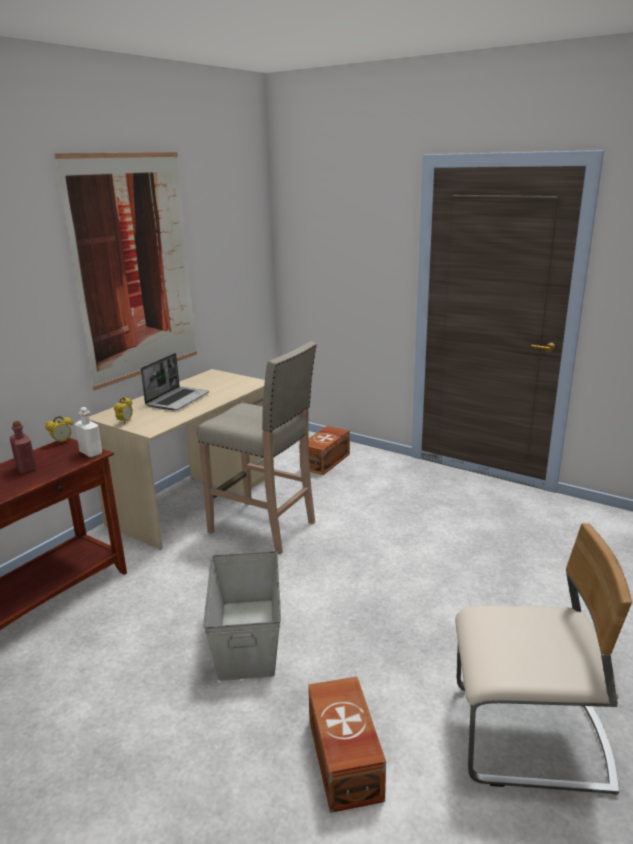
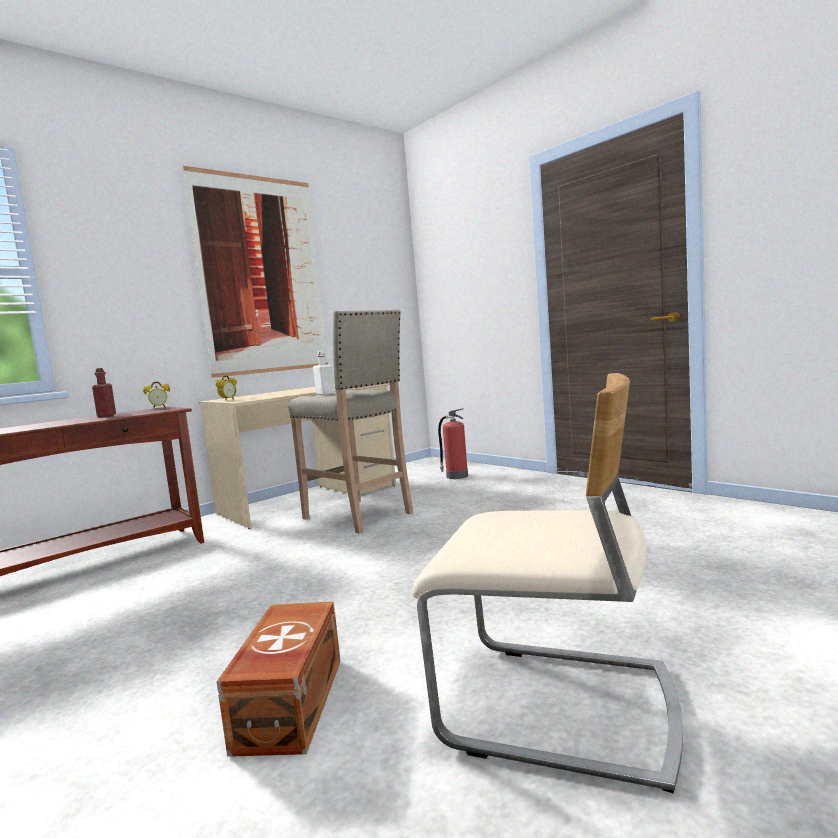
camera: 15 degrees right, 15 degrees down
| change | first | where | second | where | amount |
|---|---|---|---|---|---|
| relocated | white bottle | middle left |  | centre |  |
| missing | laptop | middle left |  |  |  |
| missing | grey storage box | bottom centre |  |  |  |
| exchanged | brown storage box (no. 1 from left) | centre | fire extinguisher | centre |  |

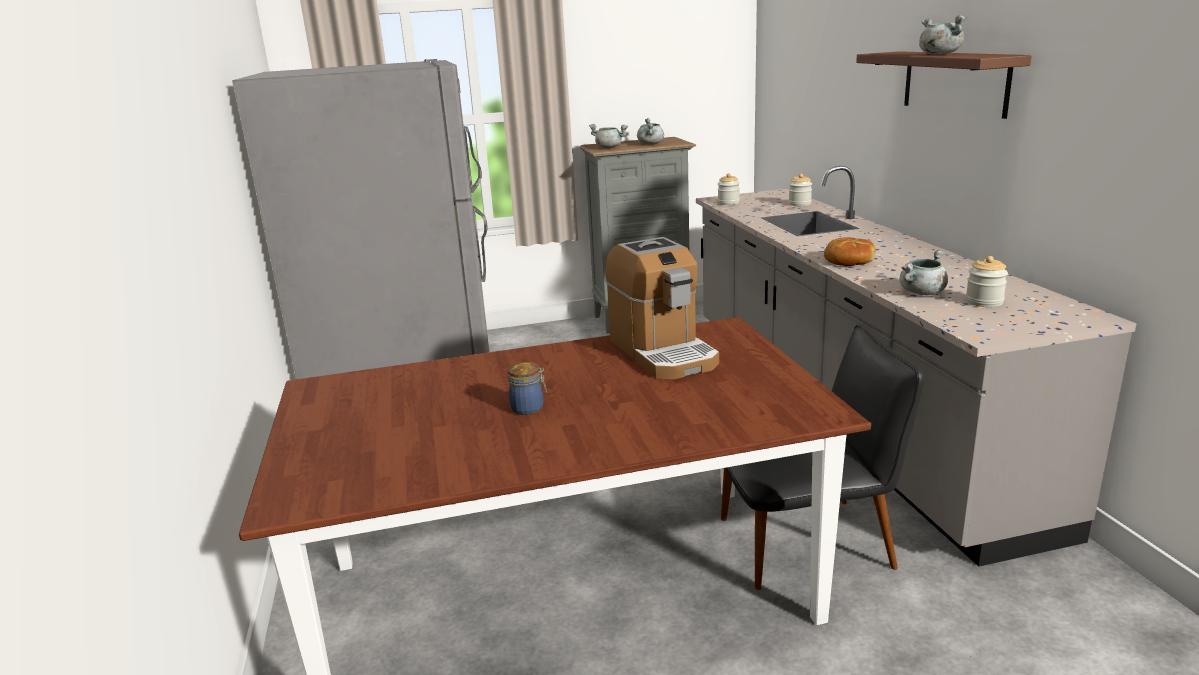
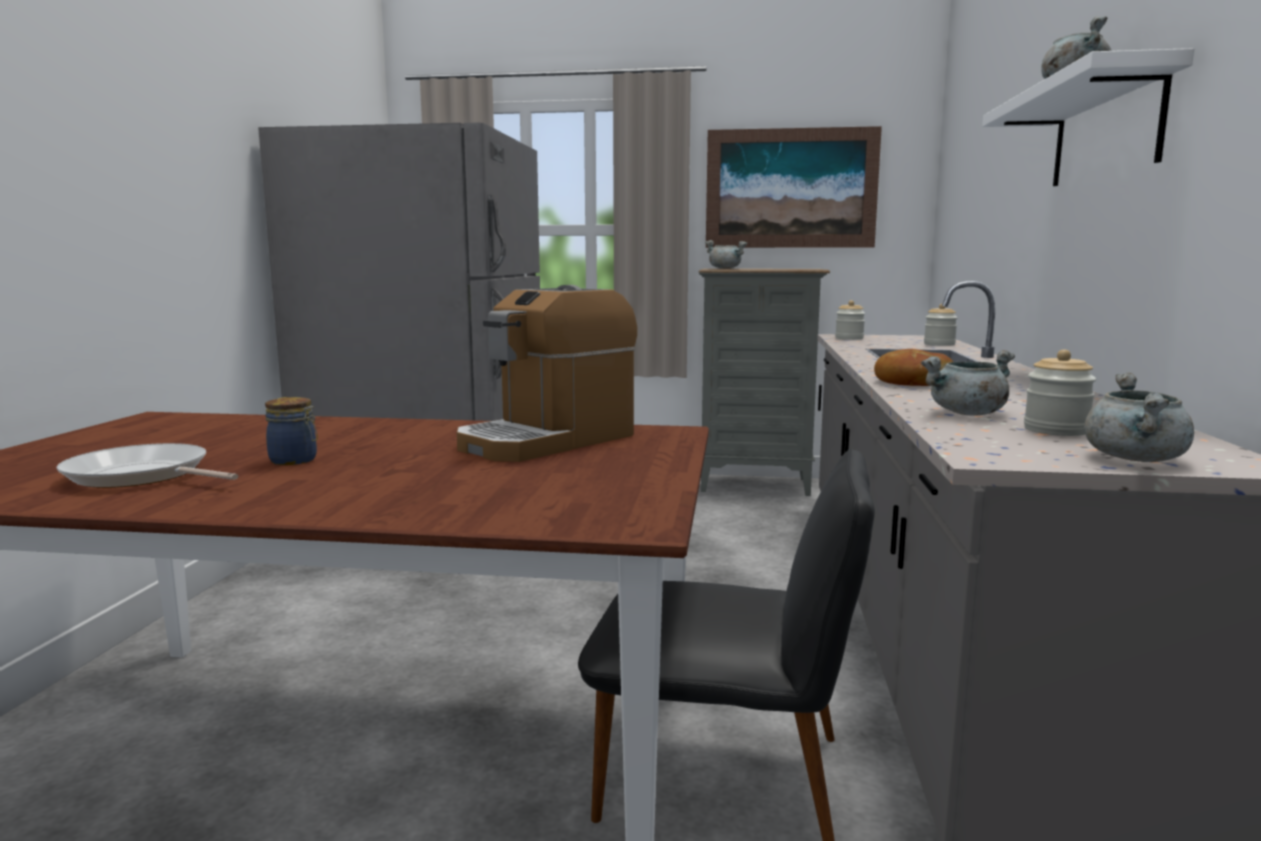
camera: 20 degrees right, 10 degrees down
| change | first | where | second | where | amount |
|---|---|---|---|---|---|
| spun | coffee machine | centre |  | centre | 45 degrees clockwise |
| relocated | grey cooking pot (no. 2 from left in the first image) | top centre | grey cooking pot (no. 4 from left) | middle right |  |
| colour | brown shelf | top right | white shelf | top right |  |
| appeared |  |  | frying pan | middle left |  |
| appeared |  |  | picture | top centre |  |

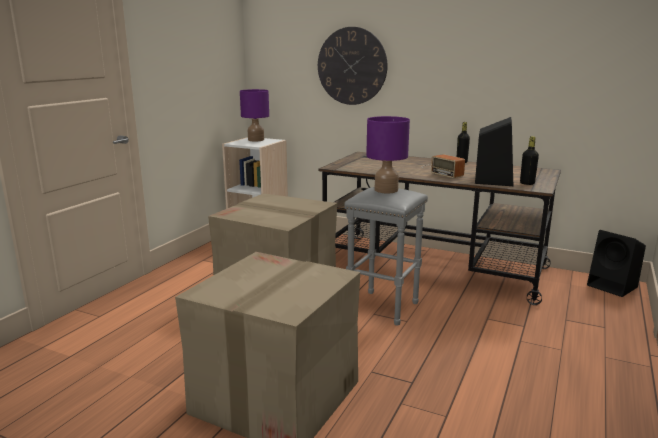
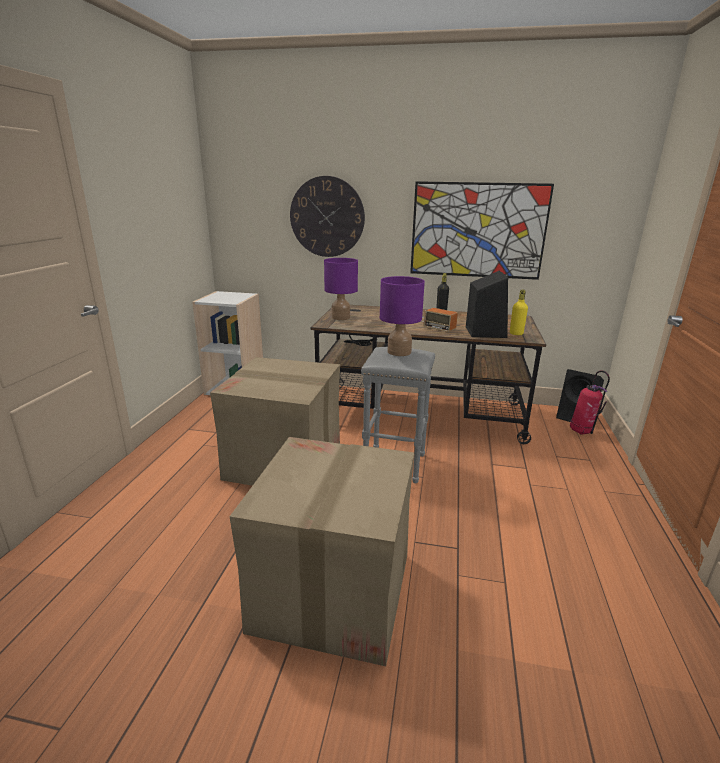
camera: 15 degrees left, 5 degrees up
| change | first | where | second | where | amount |
|---|---|---|---|---|---|
| relocated | purple table lamp (no. 1 from left) | top centre |  | centre |  |
| colour | black bottle (no. 2 from left) | middle right | yellow bottle | middle right |  |
| appeared |  |  | picture | top right |  |
| appeared |  |  | fire extinguisher | middle right |  |

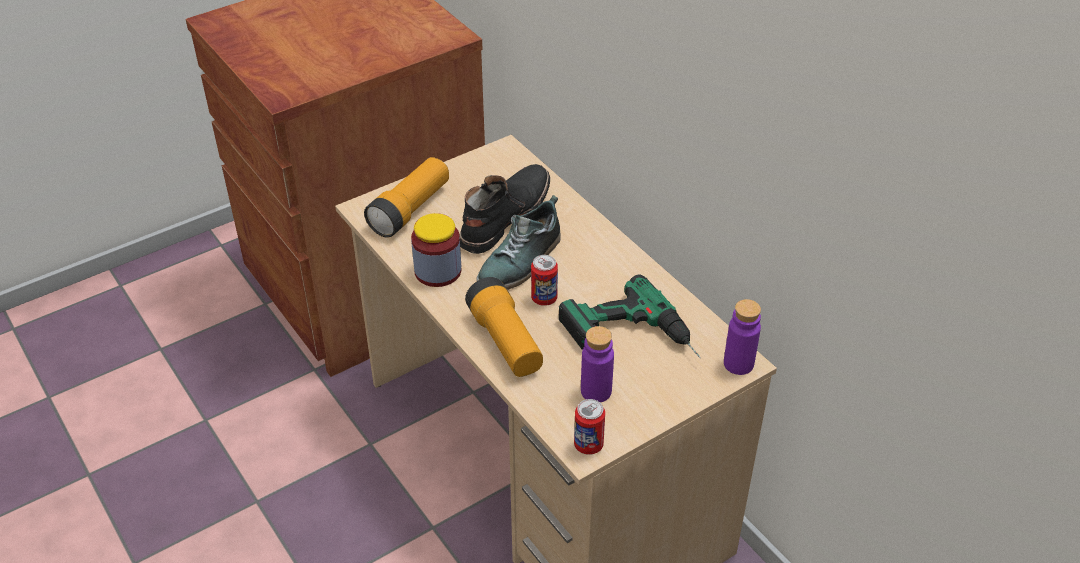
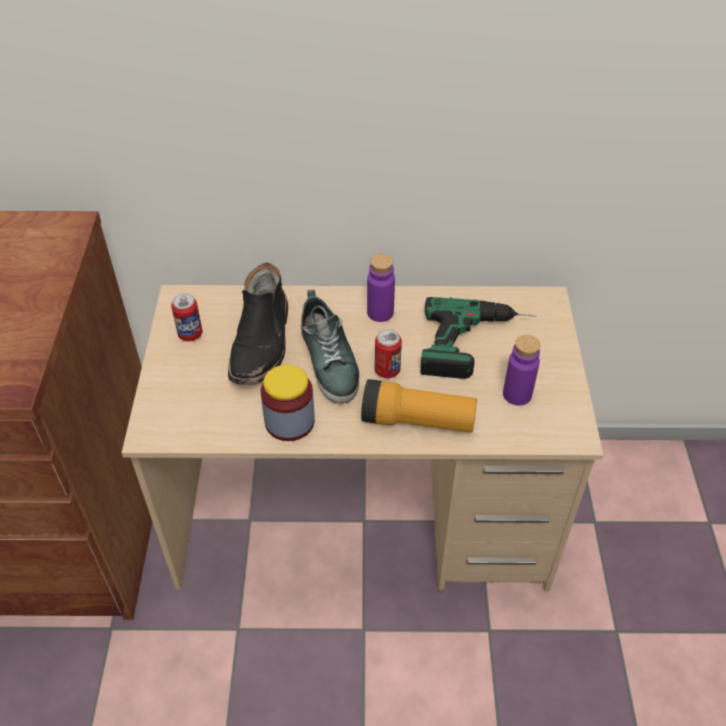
camera: 55 degrees left, 5 degrees up
| change | first | where | second | where | amount |
|---|---|---|---|---|---|
| missing | flashlight (no. 1 from left) | centre |  |  |  |
| spun | black boot | centre |  | centre | 150 degrees counterclockwise |
| relocated | can (no. 2 from left in the first image) | bottom centre | can (no. 1 from left) | middle left |  |
| relocated | purple bottle (no. 2 from left in the first image) | middle right | purple bottle (no. 1 from left) | centre |  |

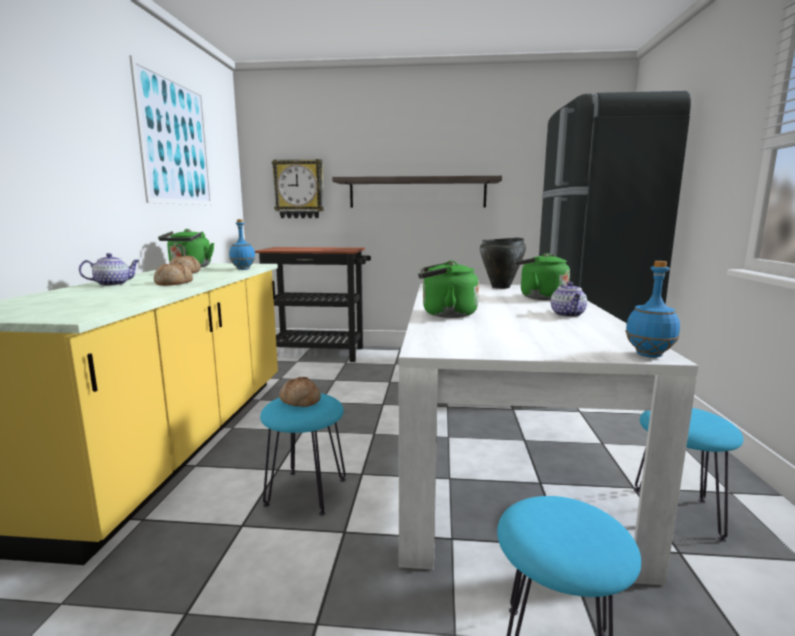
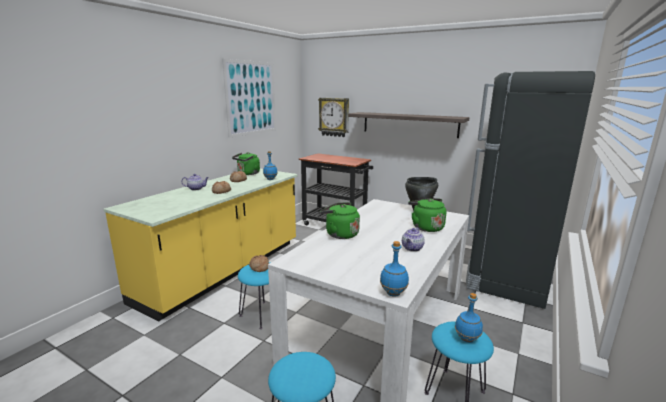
camera: 25 degrees right, 5 degrees up
| change | first | where | second | where | amount |
|---|---|---|---|---|---|
| appeared |  |  | blue bottle (no. 3 from left) | bottom right |  |

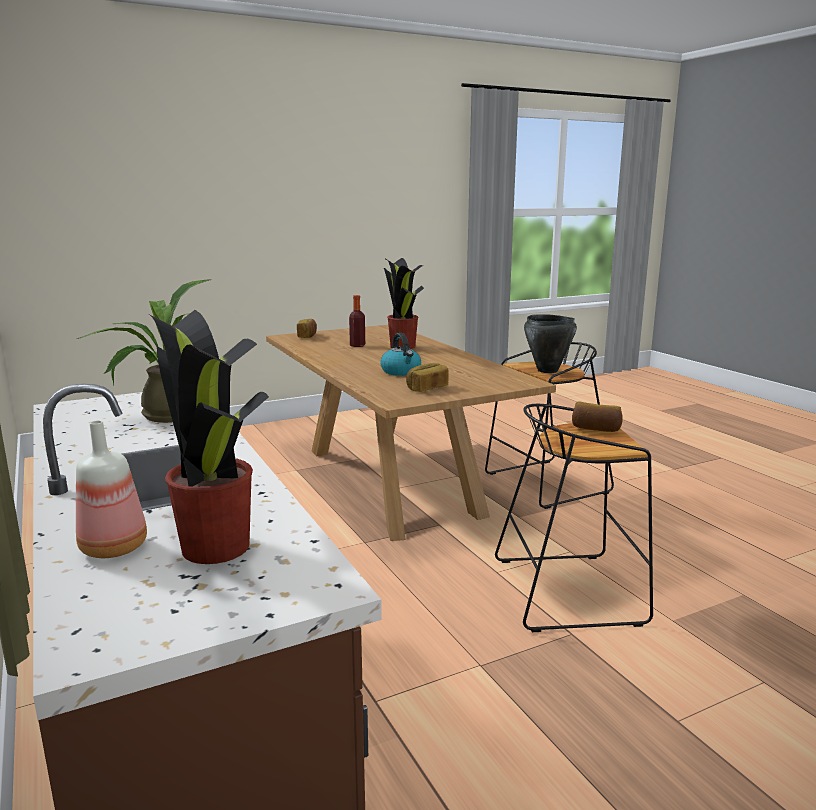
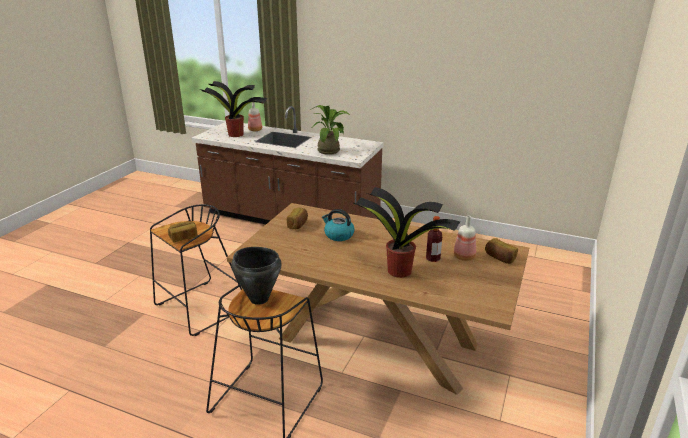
camera: 140 degrees right, 10 degrees up
| change | first | where | second | where | amount |
|---|---|---|---|---|---|
| appeared |  |  | bottle (no. 3 from left) | middle right |  |

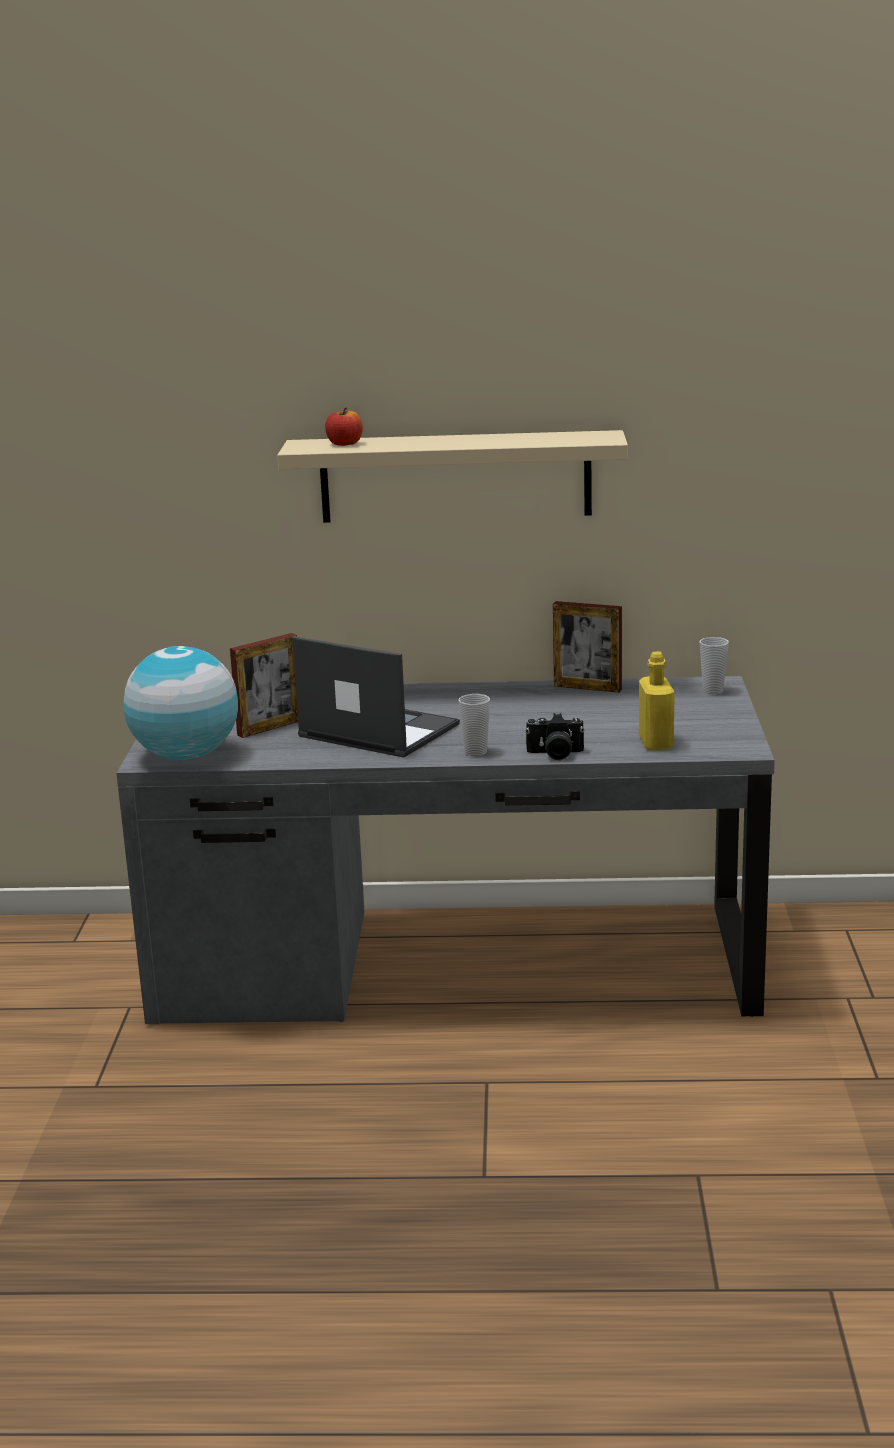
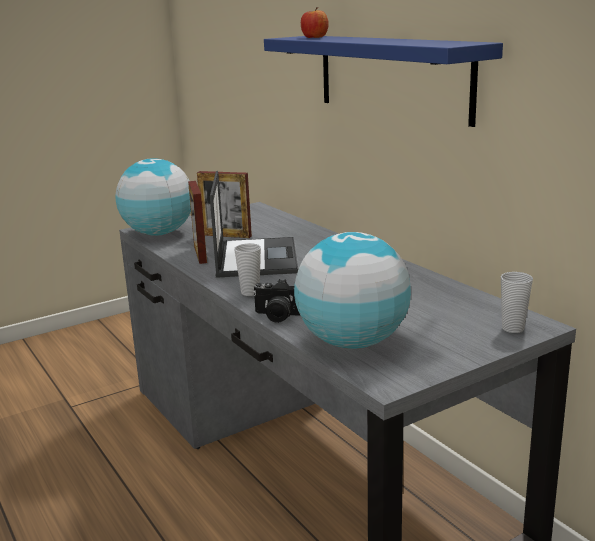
camera: 55 degrees right, 0 degrees up
| change | first | where | second | where | amount |
|---|---|---|---|---|---|
| colour | beige shelf | top centre | blue shelf | top centre |  |
| spun | photo camera | centre |  | centre | 45 degrees counterclockwise |
| relocated | picture frame (no. 2 from left in the first image) | centre | picture frame (no. 1 from left) | middle left |  |
| exchanged | yellow bottle | middle right | globe (no. 2 from left) | centre |  |

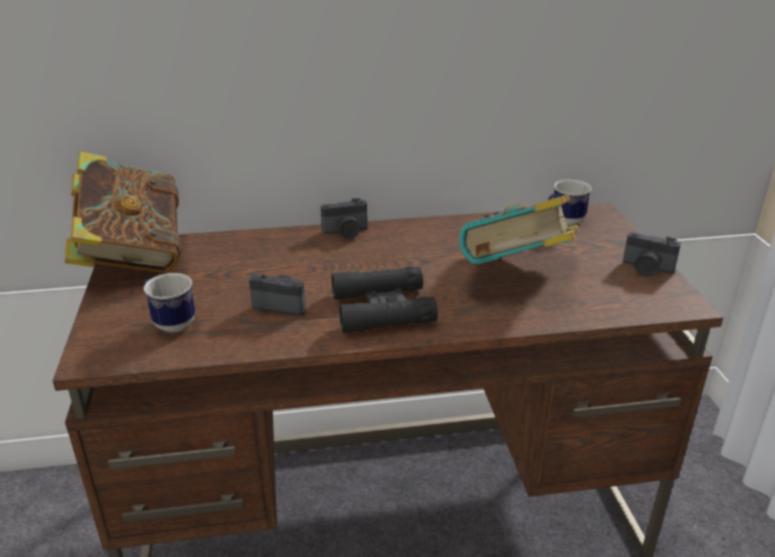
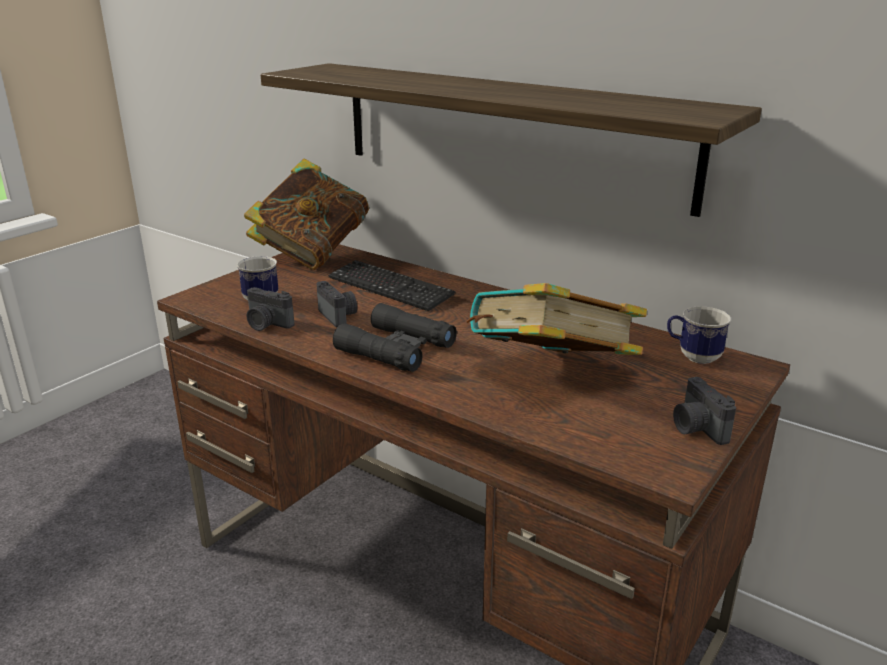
camera: 45 degrees right, 5 degrees down
| change | first | where | second | where | amount |
|---|---|---|---|---|---|
| relocated | photo camera (no. 2 from left in the first image) | centre | photo camera (no. 1 from left) | middle left |  |
| appeared |  |  | shelf | top centre |  |
| appeared |  |  | keyboard | centre |  |

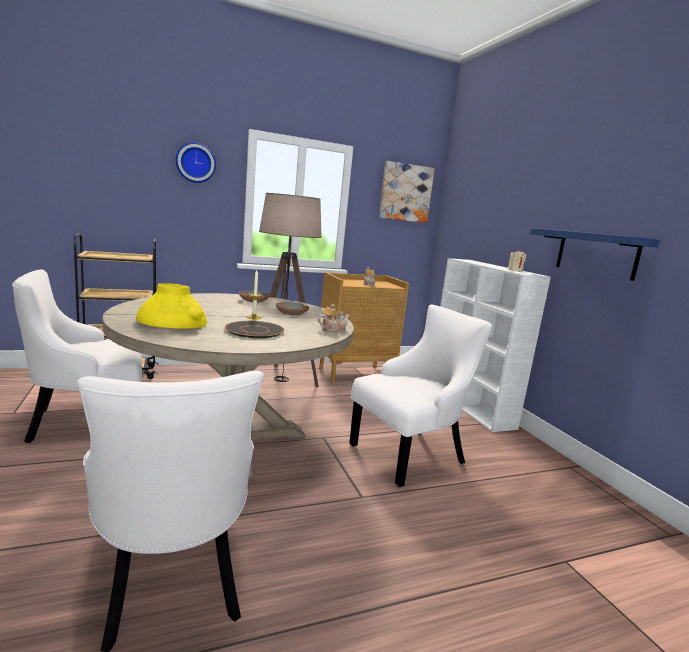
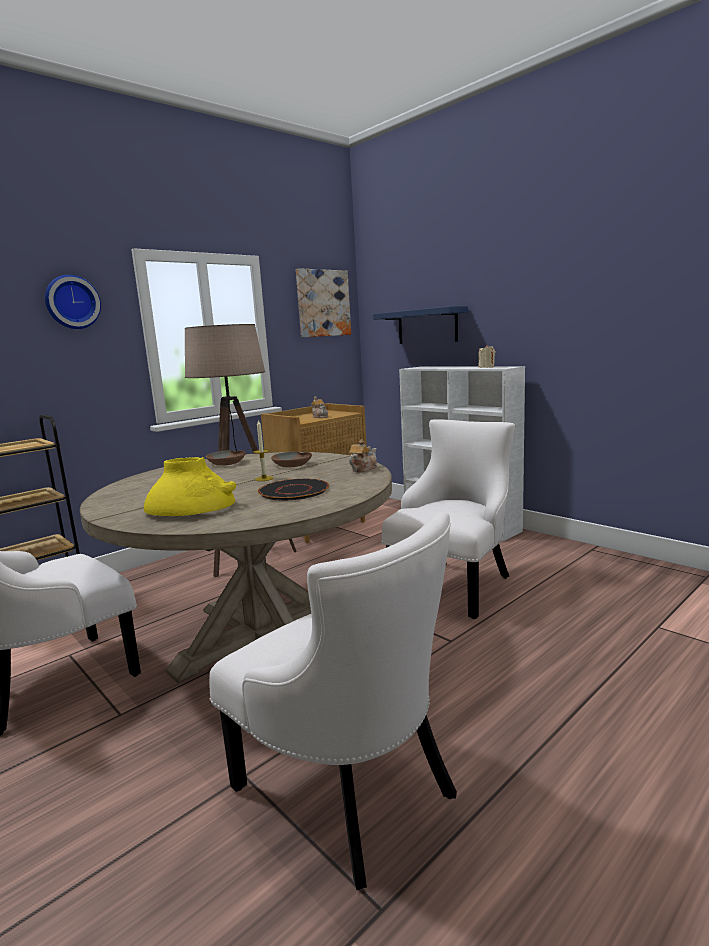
camera: 20 degrees left, 0 degrees up
| change | first | where | second | where | amount |
|---|---|---|---|---|---|
| relocated | blue shelf | middle right |  | centre |  |

